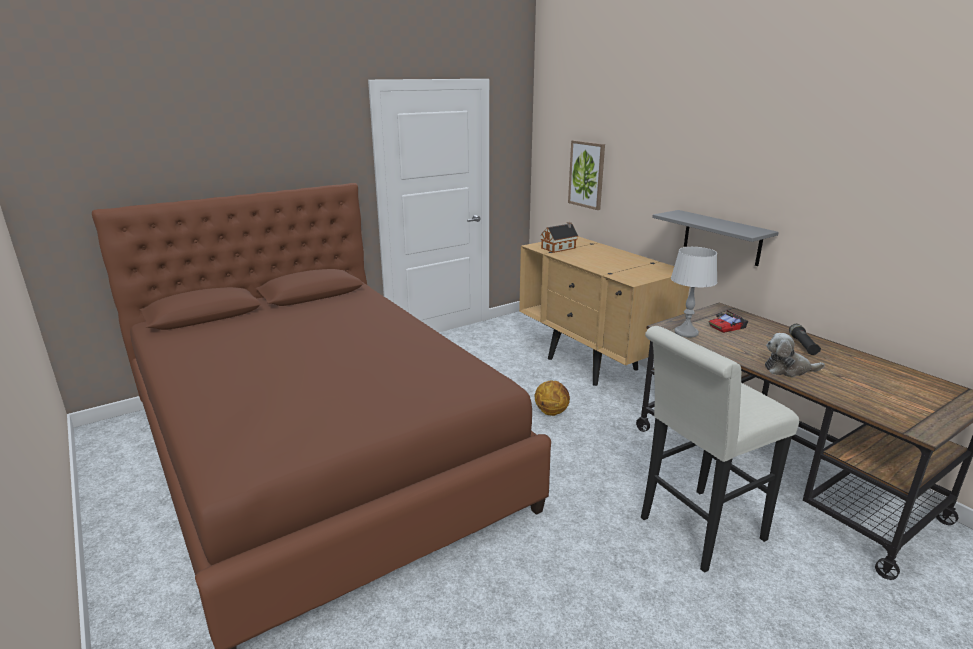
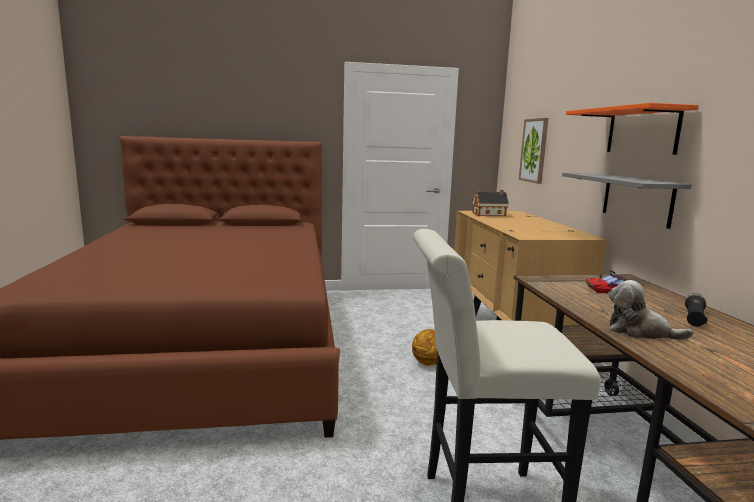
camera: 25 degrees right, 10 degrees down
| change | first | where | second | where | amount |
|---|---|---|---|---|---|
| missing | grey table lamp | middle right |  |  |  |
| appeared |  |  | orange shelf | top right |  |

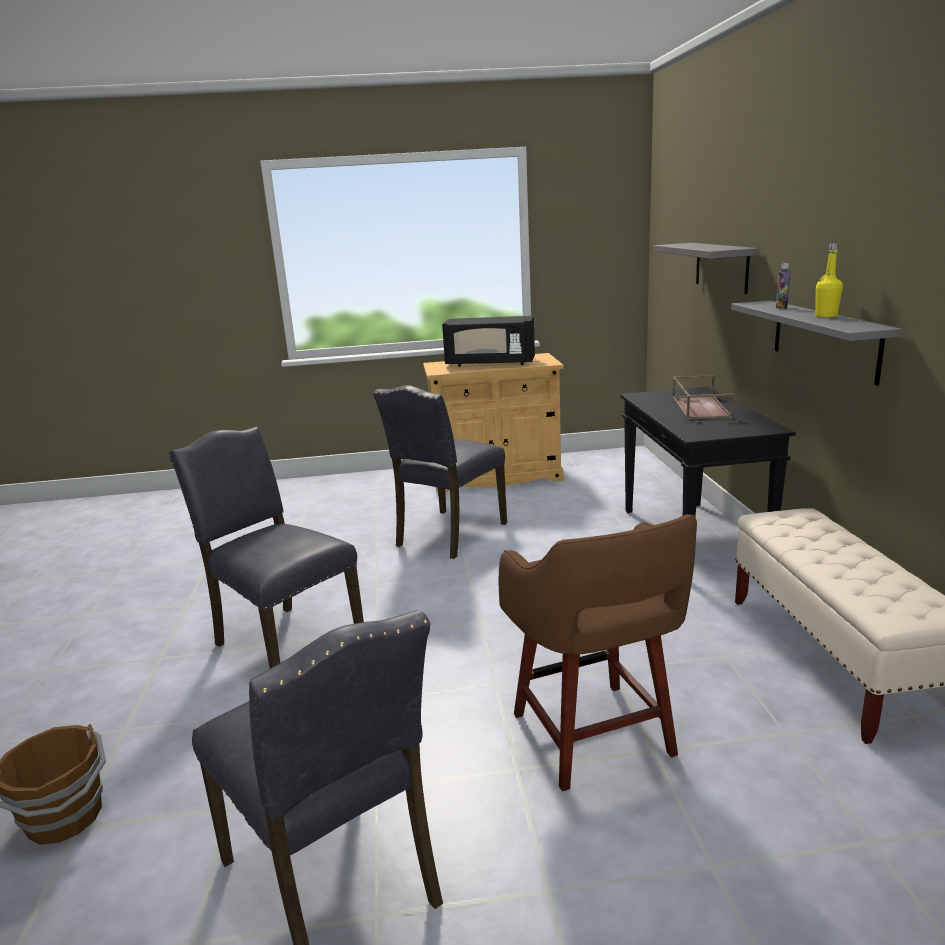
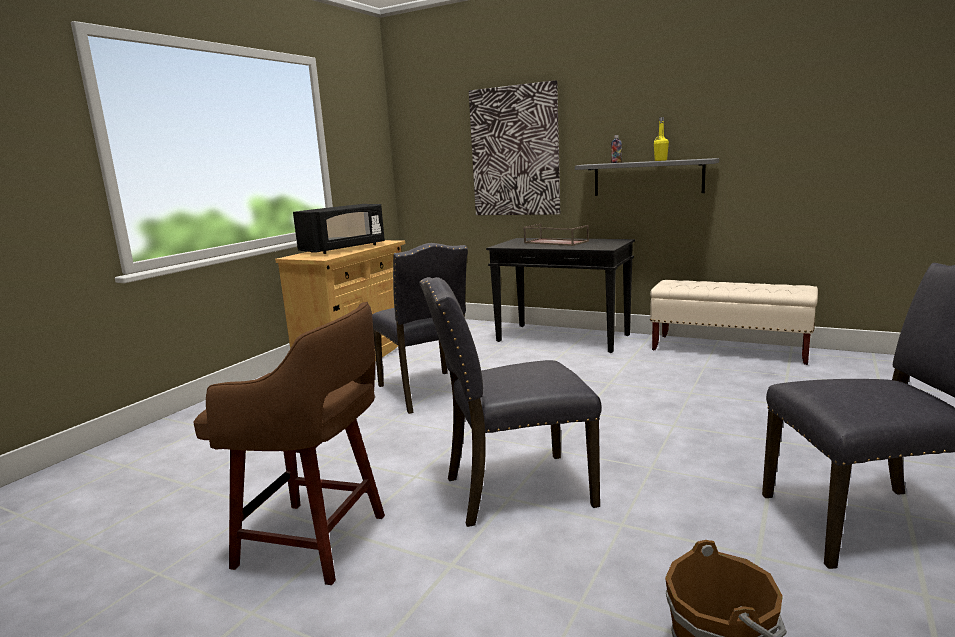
camera: 55 degrees left, 5 degrees down
| change | first | where | second | where | amount |
|---|---|---|---|---|---|
| relocated | brown stool | bottom centre |  | bottom left |  |
| exchanged | grey shelf (no. 1 from left) | top right | picture | top centre |  |

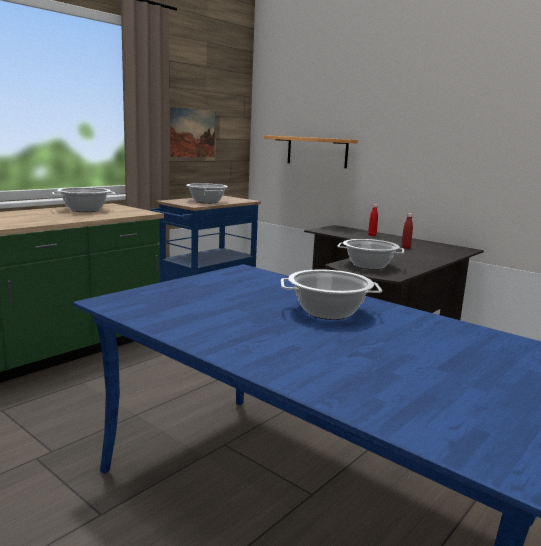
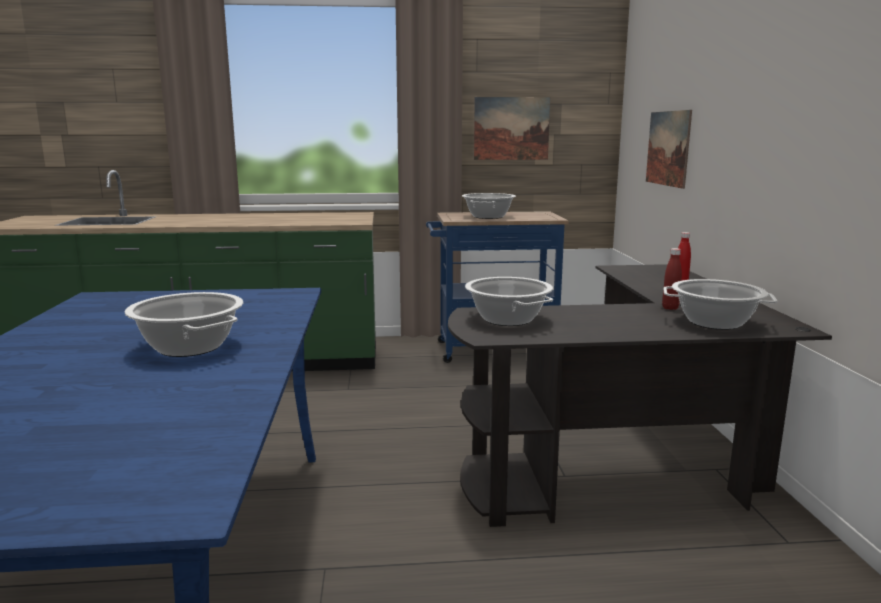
camera: 45 degrees right, 0 degrees up
| change | first | where | second | where | amount |
|---|---|---|---|---|---|
| relocated | cooking pot (no. 1 from left in the first image) | middle left | cooking pot (no. 4 from left) | middle right |  |
| exchanged | shelf | top centre | picture (no. 2 from left) | top right |  |

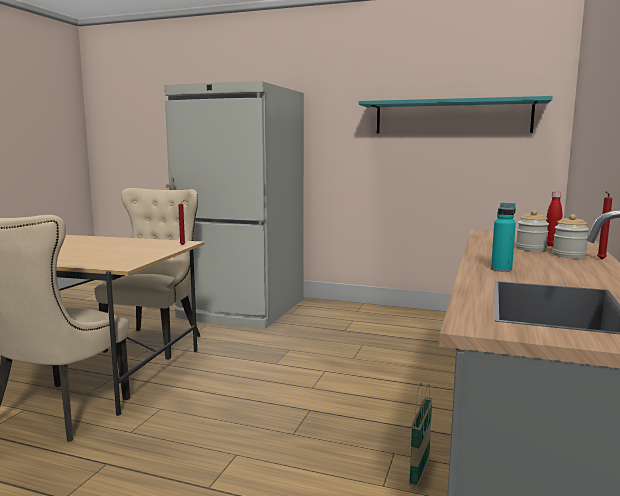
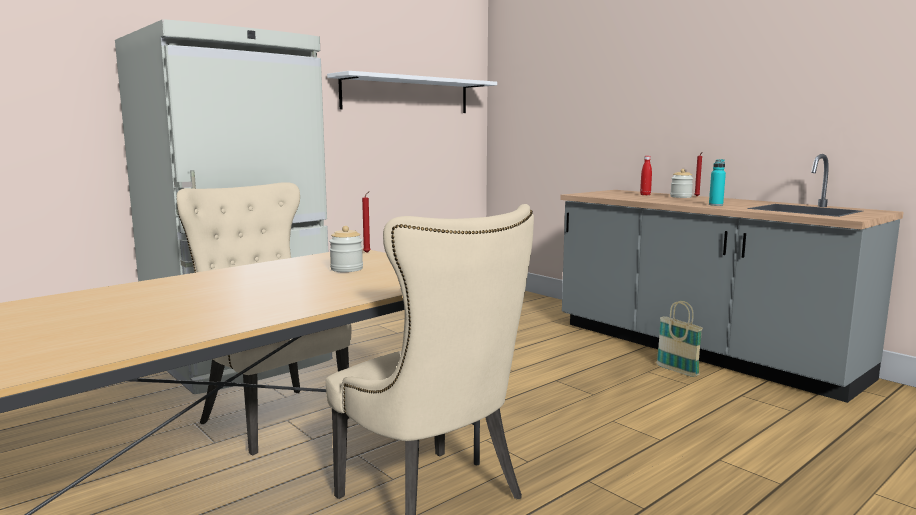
camera: 60 degrees left, 0 degrees up
| change | first | where | second | where | amount |
|---|---|---|---|---|---|
| colour | turquoise shelf | top right | white shelf | top centre |  |
| relocated | jar (no. 1 from left) | middle right |  | centre |  |

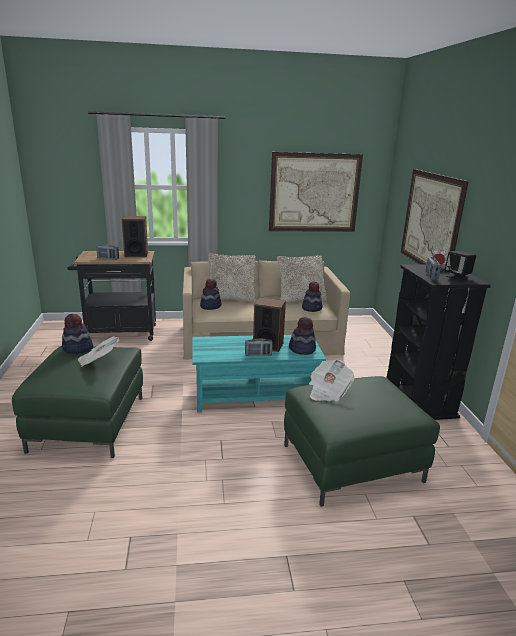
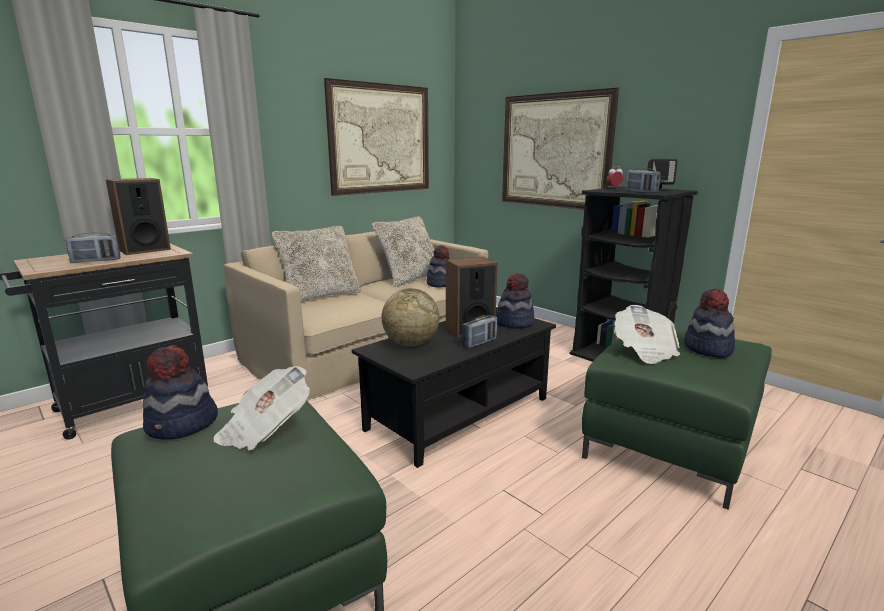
camera: 35 degrees left, 5 degrees down
| change | first | where | second | where | amount |
|---|---|---|---|---|---|
| colour | turquoise coffee table | centre | black coffee table | centre |  |
| relocated | hat (no. 2 from left in the first image) | centre | hat (no. 4 from left) | middle right |  |
| appeared |  |  | globe | centre |  |

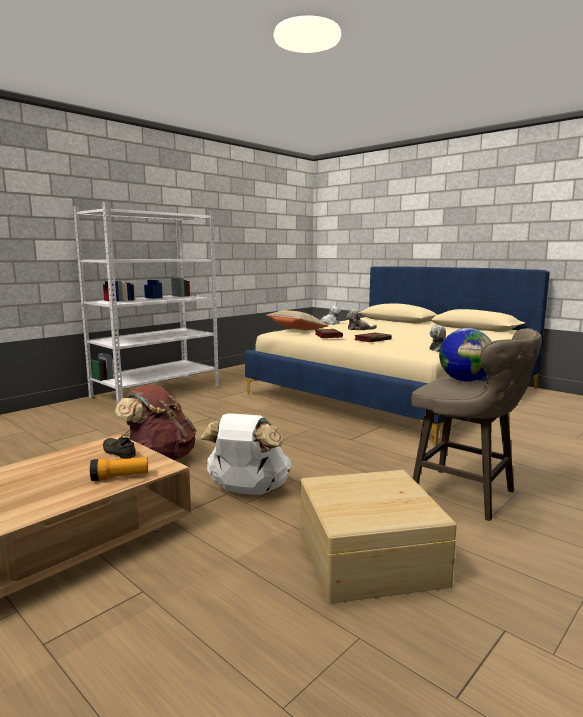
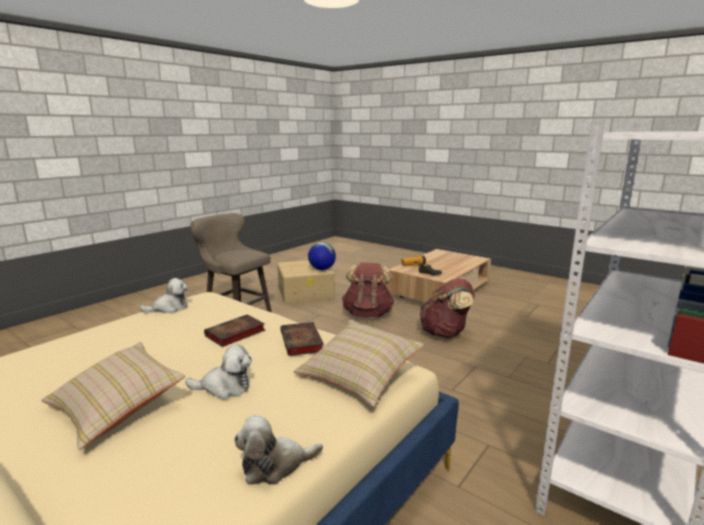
camera: 175 degrees right, 5 degrees up
| change | first | where | second | where | amount |
|---|---|---|---|---|---|
| colour | white backpack | centre | brown backpack (no. 1 from left) | centre |  |
| relocated | globe | middle right |  | centre |  |
| appeared |  |  | beige pillow (no. 1 from left) | bottom left |  |

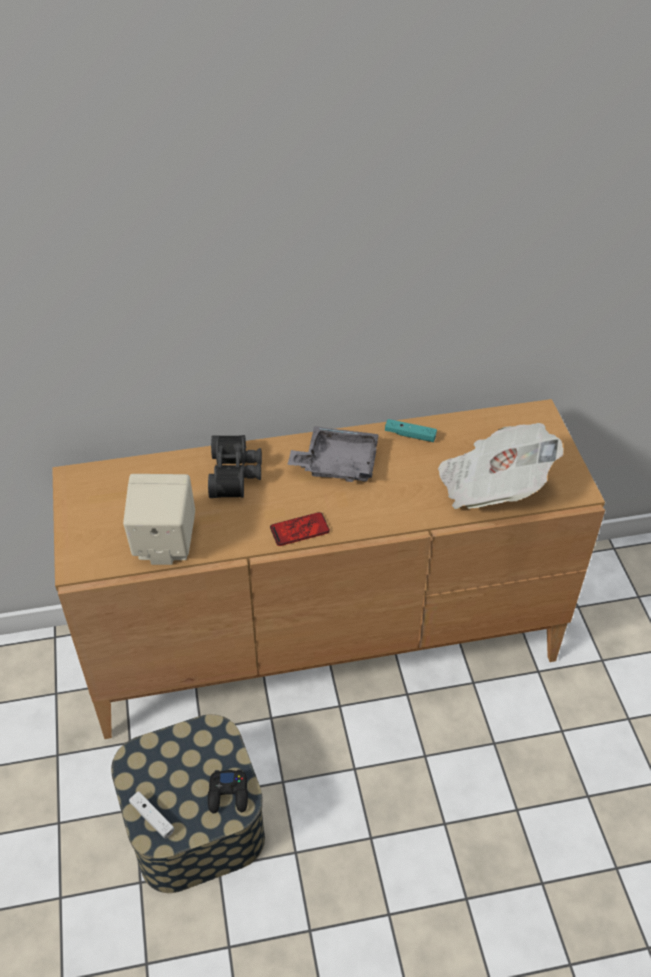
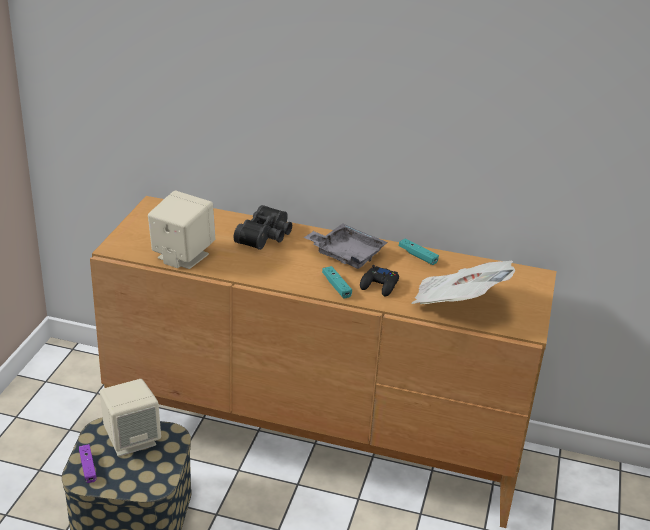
camera: 25 degrees right, 15 degrees down
| change | first | where | second | where | amount |
|---|---|---|---|---|---|
| colour | white game controller | bottom left | purple game controller | bottom left |  |
| relocated | black game controller | bottom centre |  | centre |  |
| missing | phone | centre |  |  |  |
| appeared |  |  | beige speaker (no. 1 from left) | bottom left |  |
| appeared |  |  | turquoise game controller (no. 1 from left) | centre |  |

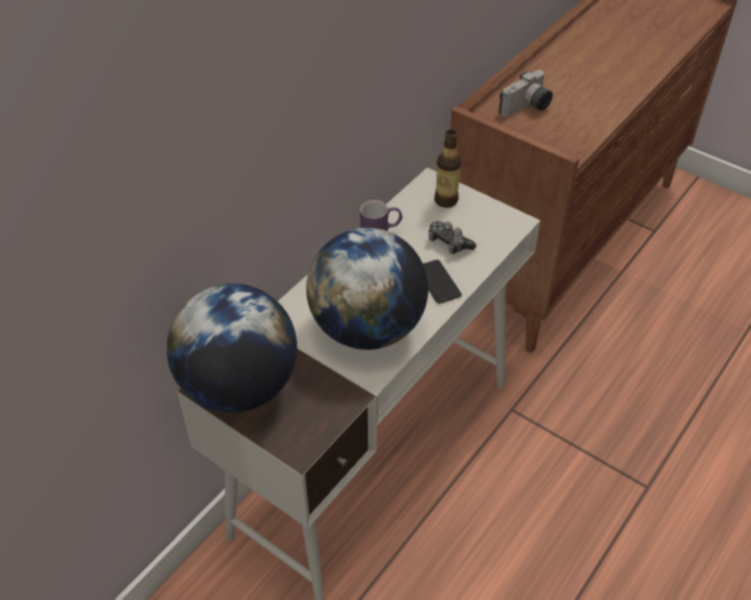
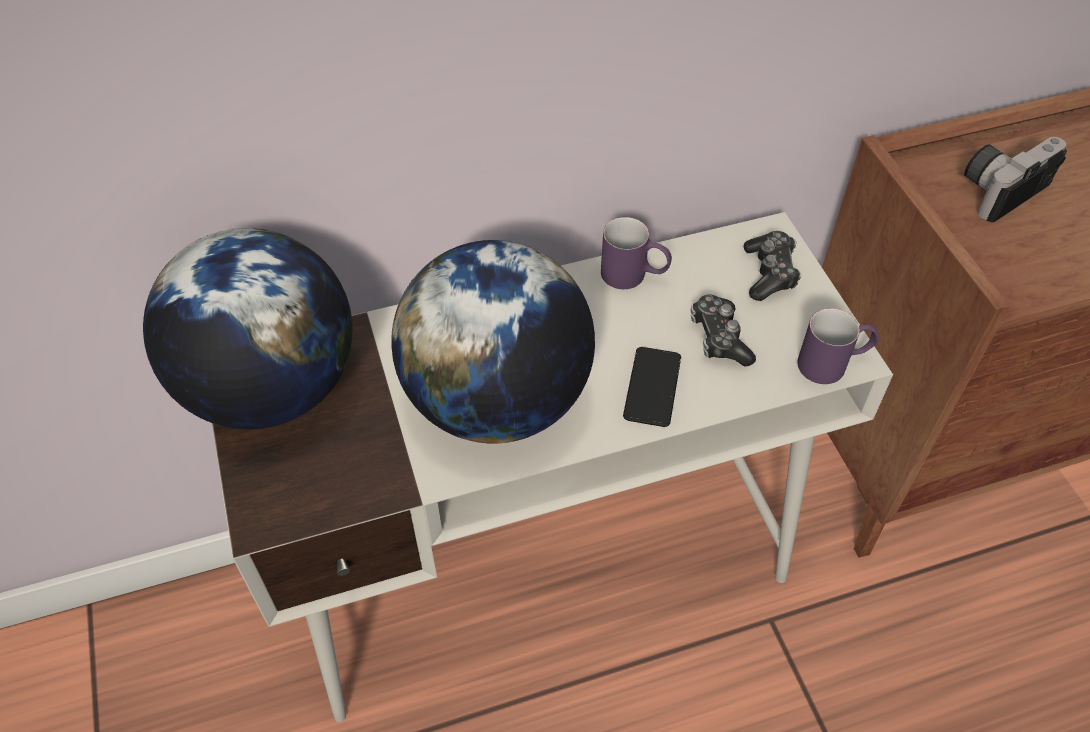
camera: 35 degrees right, 5 degrees up
| change | first | where | second | where | amount |
|---|---|---|---|---|---|
| exchanged | bottle | top centre | game controller (no. 2 from left) | middle right |  |
| spun | photo camera | top right |  | top right | 150 degrees clockwise |
| appeared |  |  | purple mug (no. 2 from left) | middle right |  |

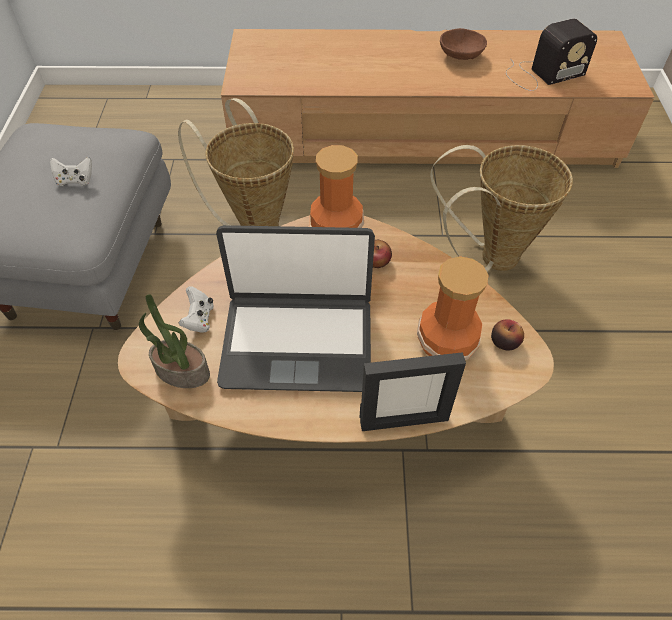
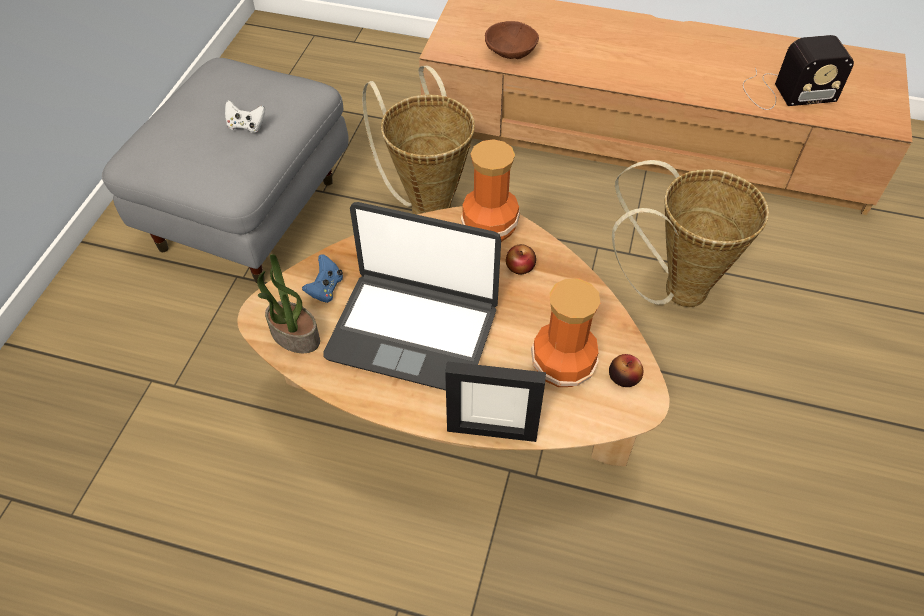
camera: 15 degrees right, 0 degrees up
| change | first | where | second | where | amount |
|---|---|---|---|---|---|
| colour | white game controller (no. 2 from left) | middle left | blue game controller | centre |  |
| relocated | brown bowl | top right |  | top centre |  |

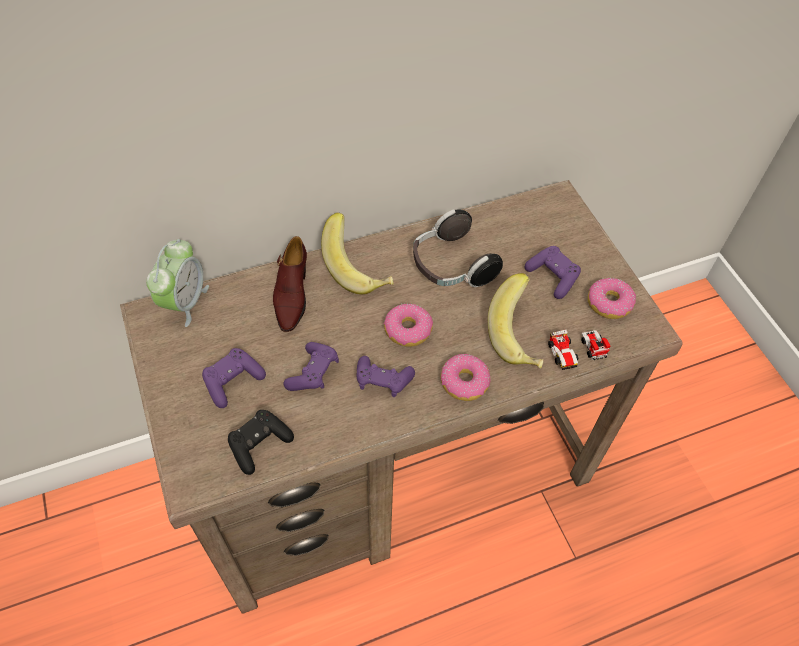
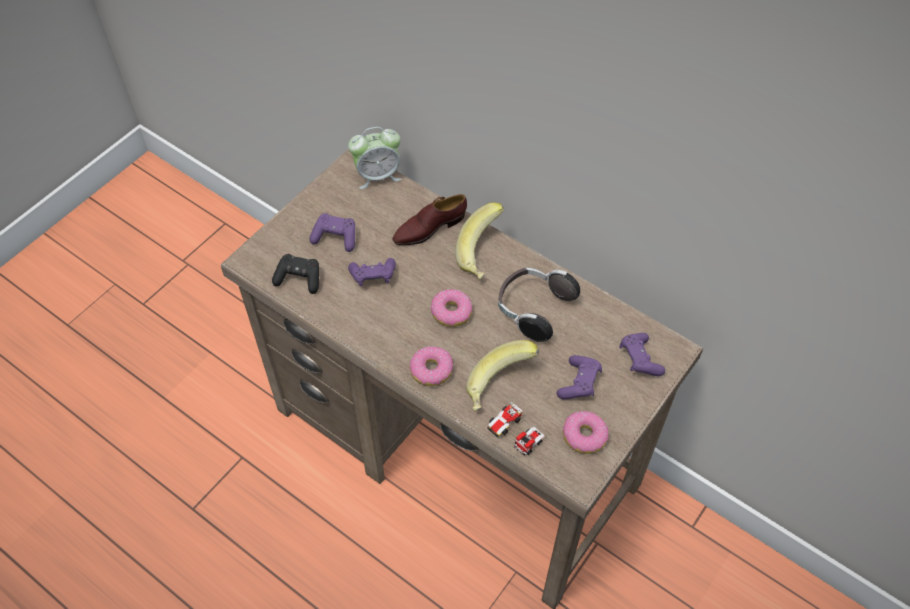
camera: 60 degrees right, 0 degrees up
| change | first | where | second | where | amount |
|---|---|---|---|---|---|
| relocated | purple game controller (no. 3 from left in the first image) | centre | purple game controller (no. 4 from left) | middle right |  |

